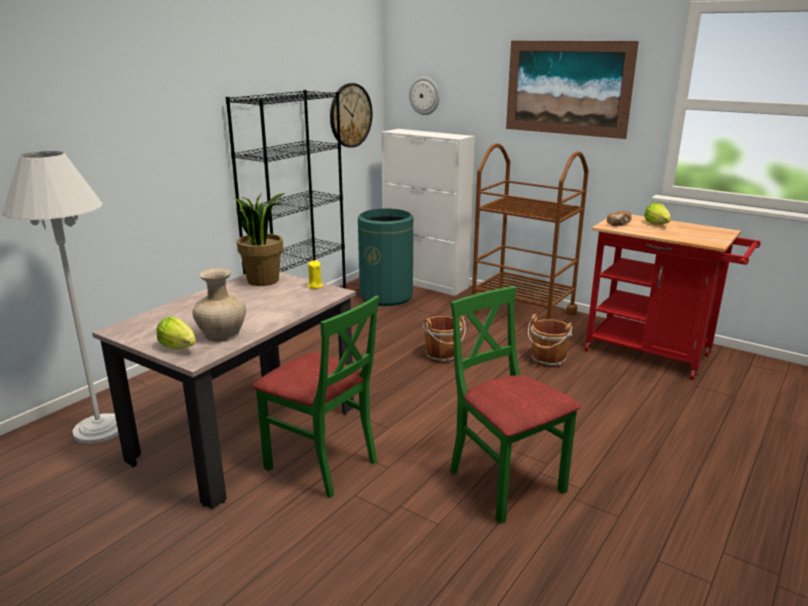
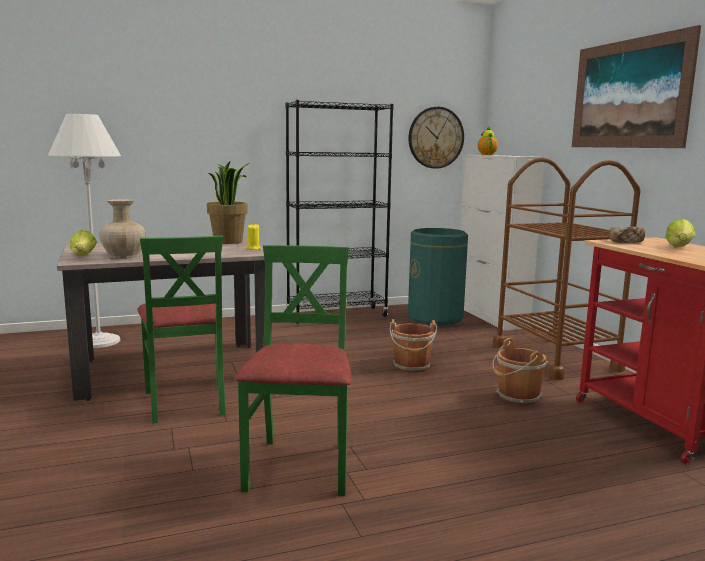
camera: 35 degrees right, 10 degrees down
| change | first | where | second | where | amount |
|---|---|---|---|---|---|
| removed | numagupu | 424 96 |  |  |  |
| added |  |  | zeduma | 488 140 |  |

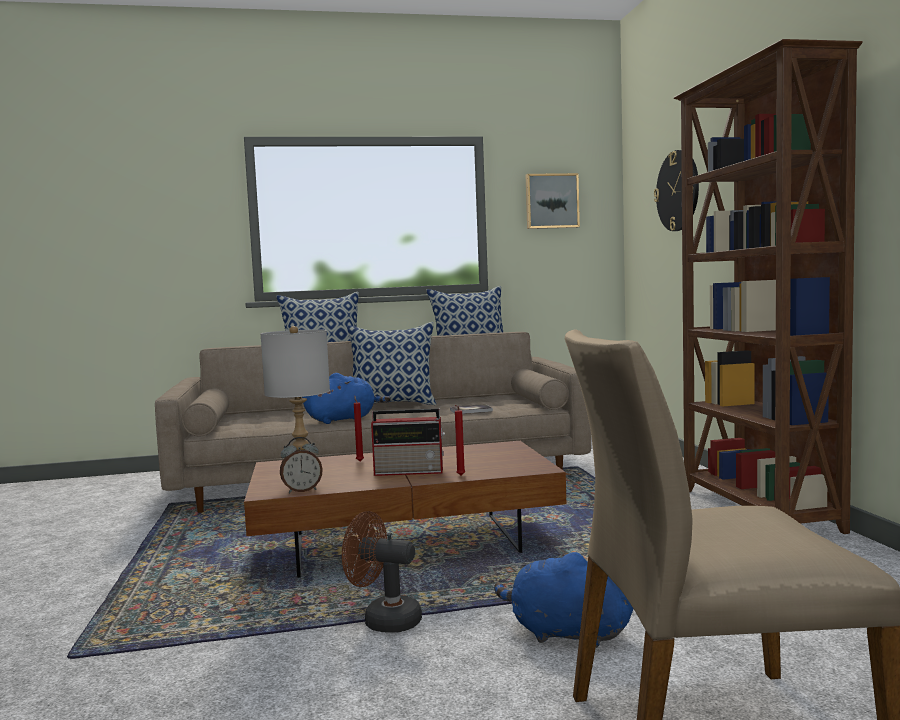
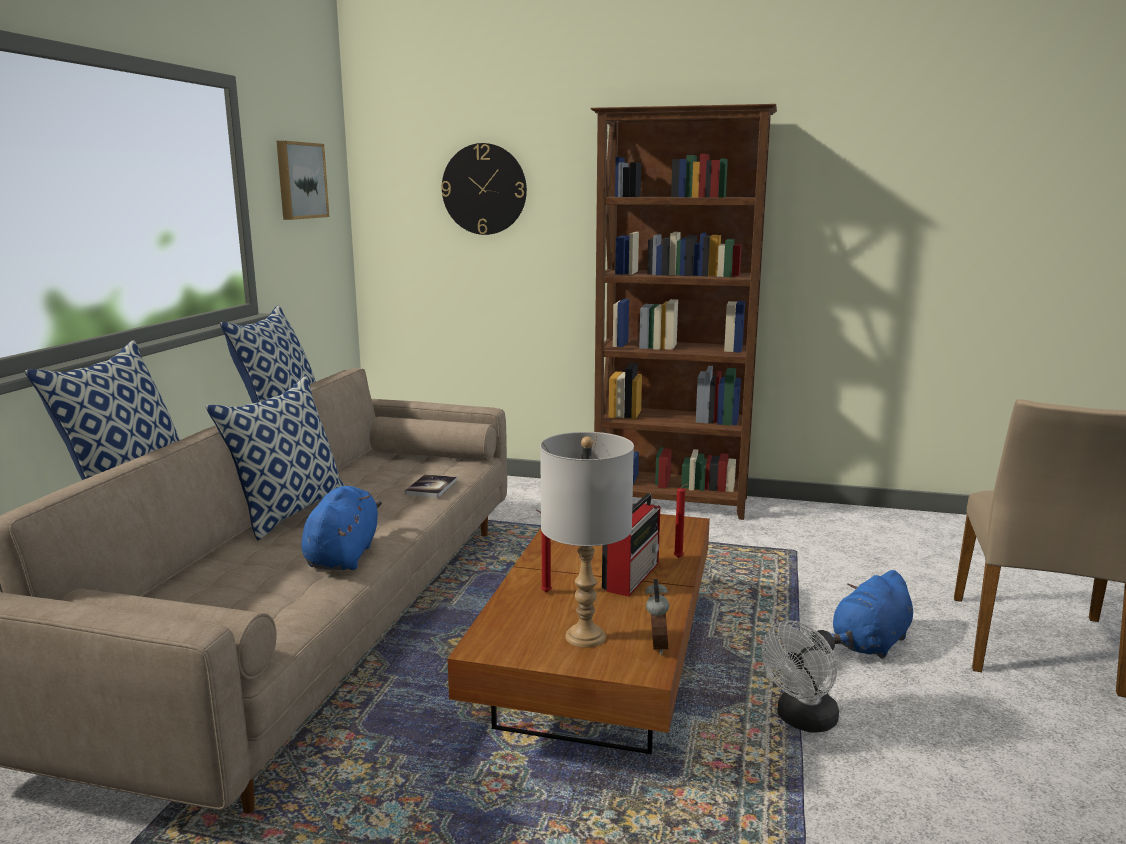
camera: 65 degrees left, 10 degrees up
| change | first | where | second | where | amount |
|---|---|---|---|---|---|
| recoloured | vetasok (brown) | 382 572 | vetasok (white) | 800 677 |  |

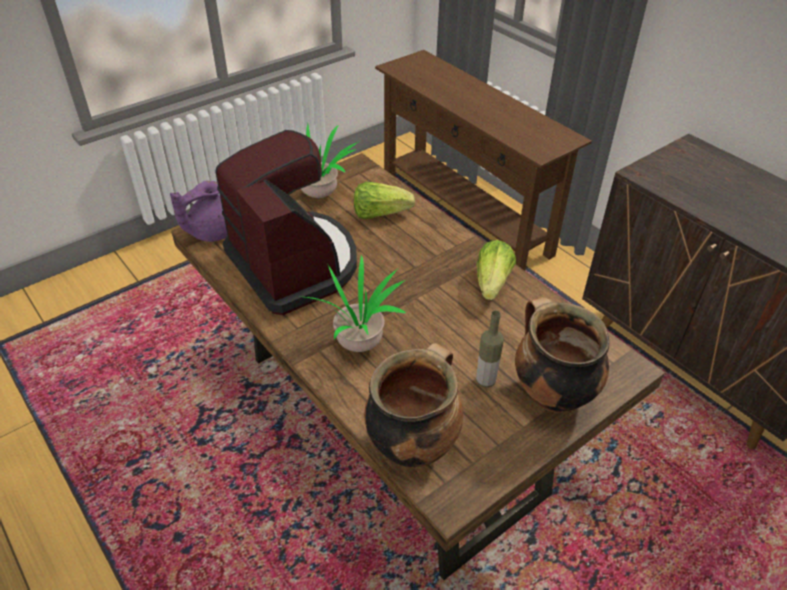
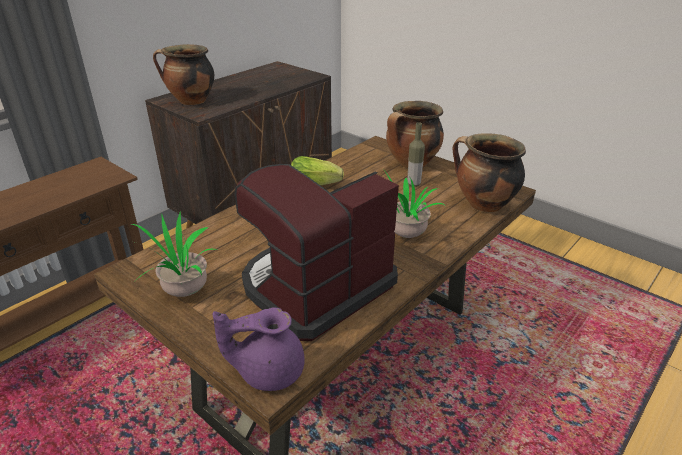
camera: 100 degrees left, 10 degrees down
| change | first | where | second | where | amount |
|---|---|---|---|---|---|
| turned | zeduma (purple) | 198 211 |  | 259 349 | 135 degrees clockwise |
| removed | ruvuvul | 384 200 |  |  |  |
| added |  |  | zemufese | 183 74 |  |

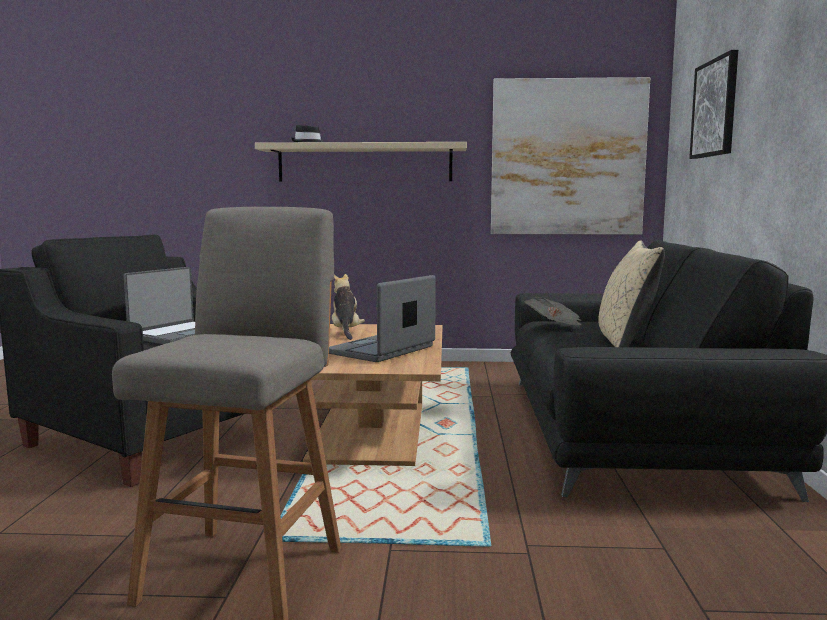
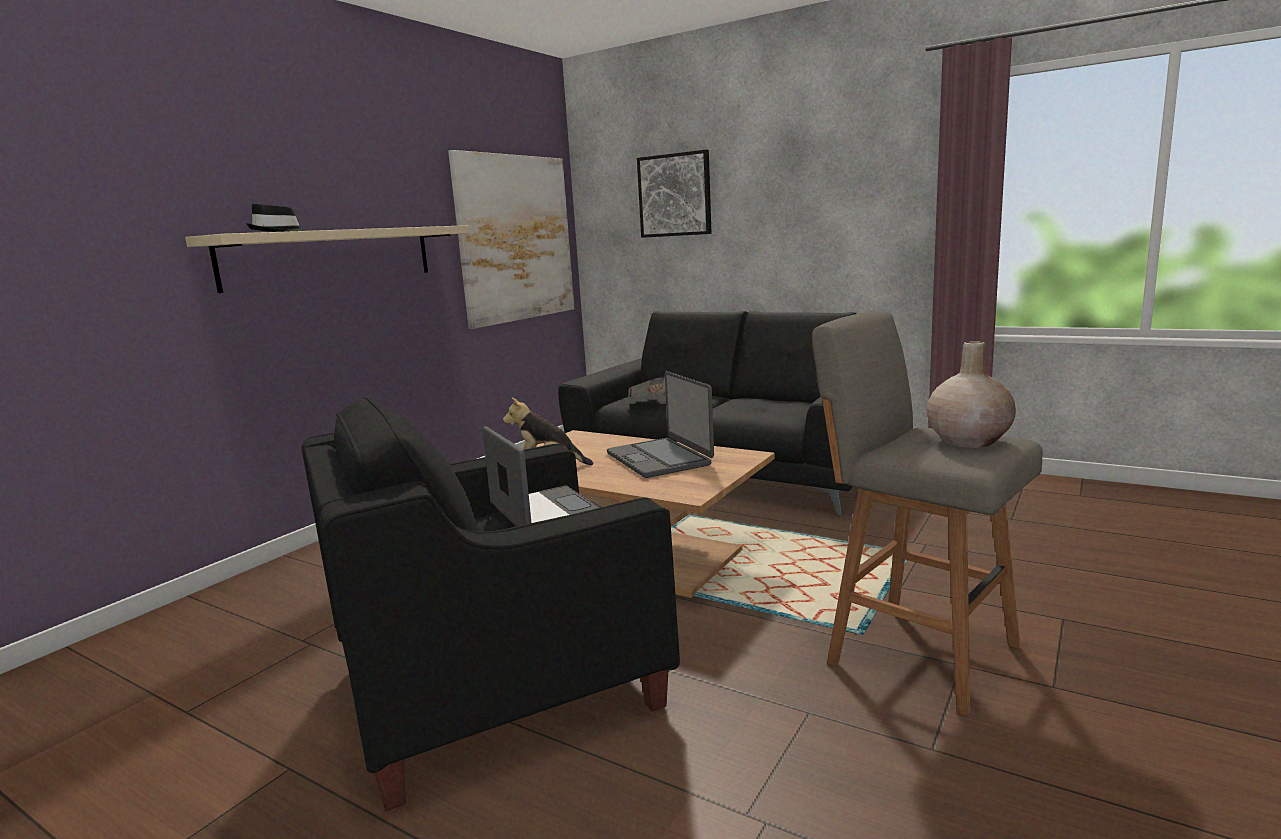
camera: 60 degrees left, 5 degrees up
| change | first | where | second | where | amount |
|---|---|---|---|---|---|
| removed | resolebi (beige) | 631 293 |  |  |  |
| added |  |  | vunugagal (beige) | 971 394 |  |

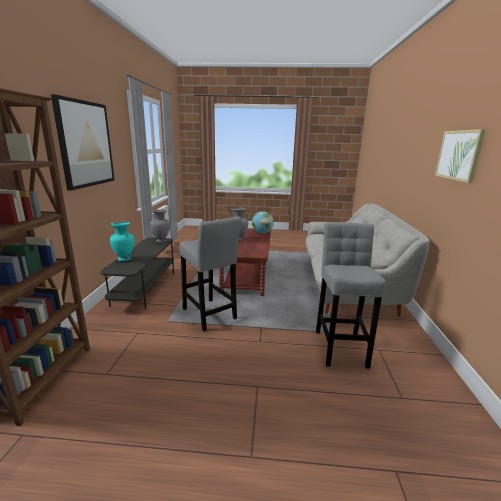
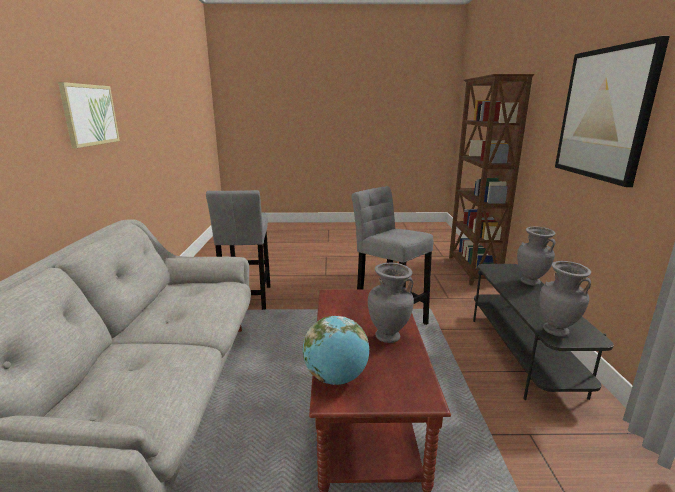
camera: 175 degrees right, 0 degrees up
| change | first | where | second | where | amount |
|---|---|---|---|---|---|
| recoloured | vunugagal (turquoise) | 122 241 | vunugagal (grey) | 536 256 |  |

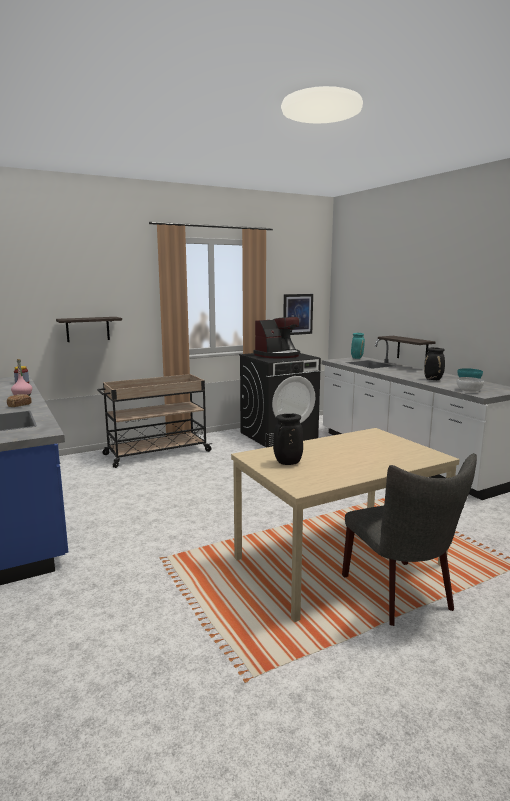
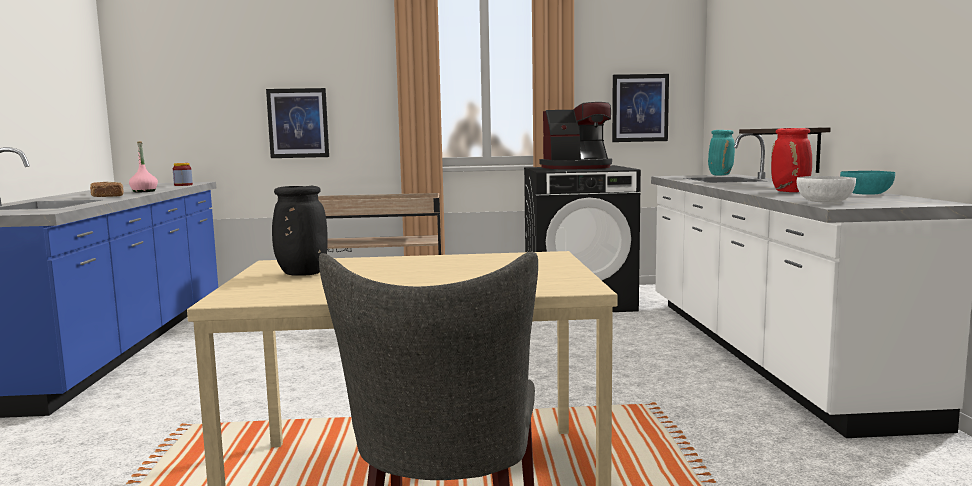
camera: 25 degrees right, 5 degrees down
| change | first | where | second | where | amount |
|---|---|---|---|---|---|
| replaced | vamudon | 89 329 | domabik | 297 123 |  |
| recoloured | vunugagal (black) | 434 363 | vunugagal (red) | 791 160 |  |

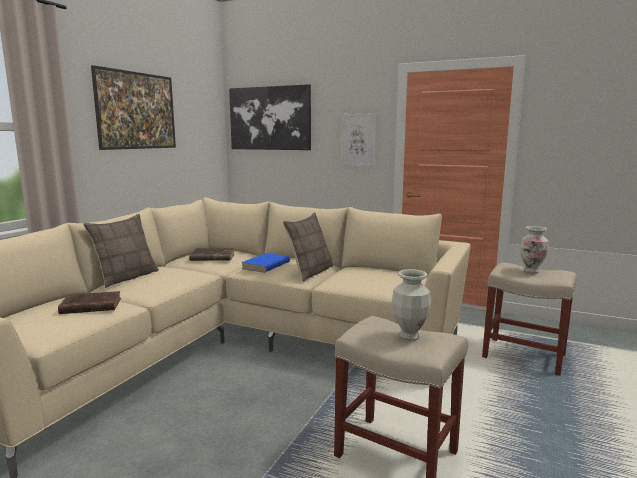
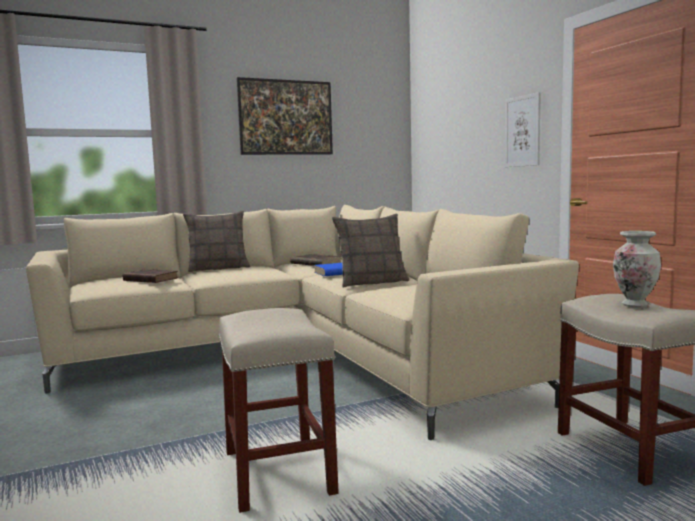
camera: 40 degrees right, 5 degrees down
| change | first | where | second | where | amount |
|---|---|---|---|---|---|
| removed | domabik | 270 117 |  |  |  |
| removed | vunugagal | 411 304 |  |  |  |

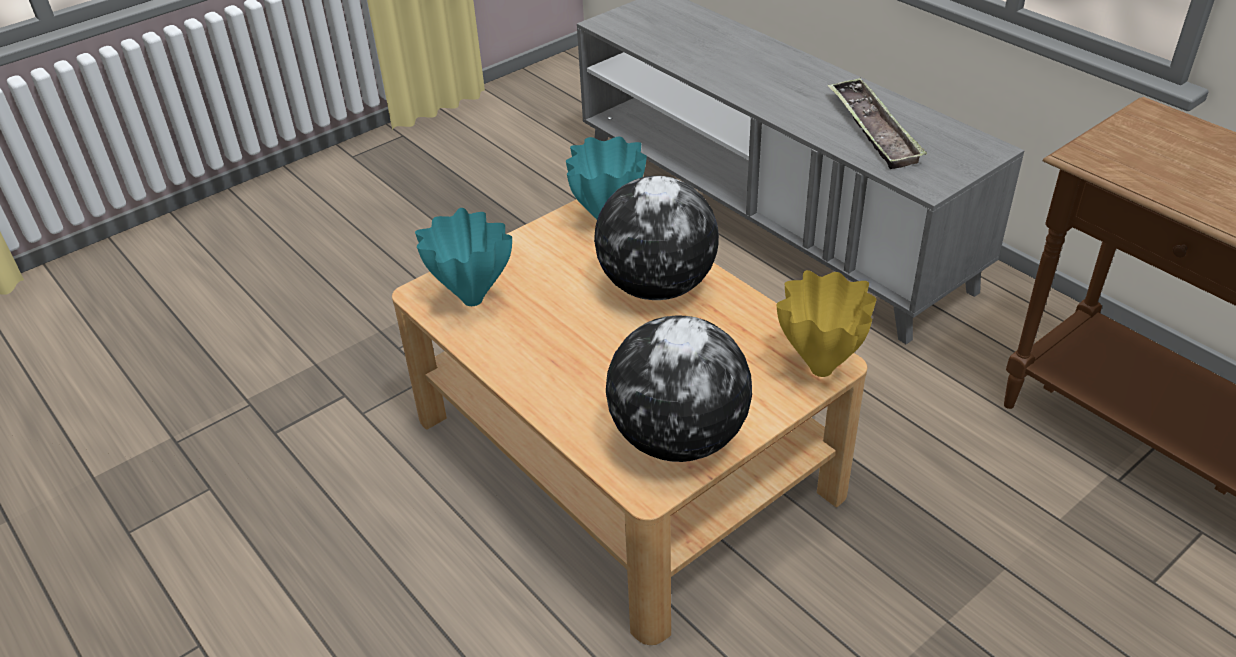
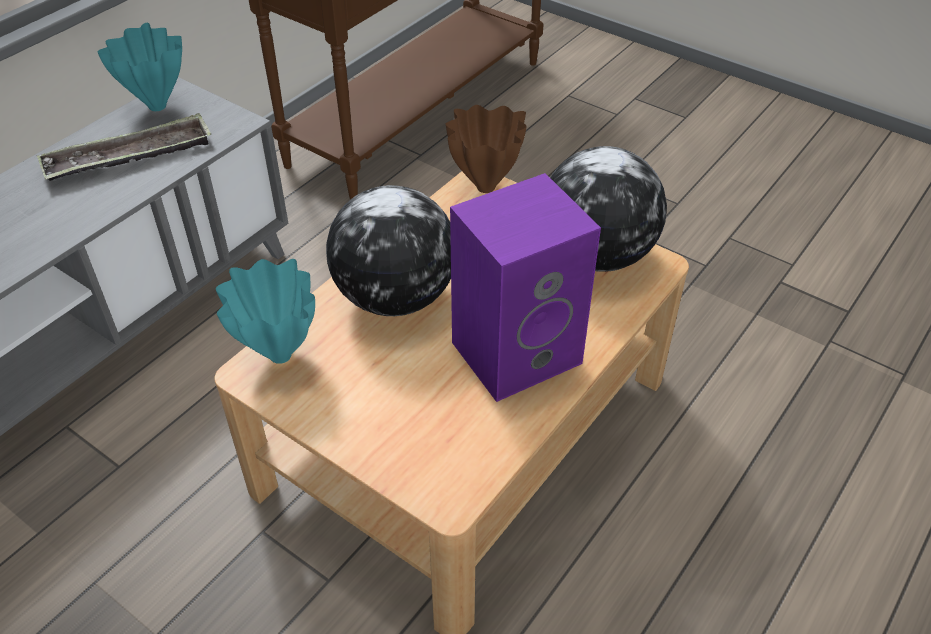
camera: 105 degrees left, 5 degrees up
| change | first | where | second | where | amount |
|---|---|---|---|---|---|
| moved | vunugagal (turquoise) | 463 257 |  | 139 67 |  |
| recoloured | vunugagal (yellow) | 826 323 | vunugagal (brown) | 486 149 |  |
| added |  |  | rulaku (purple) | 525 287 |  |

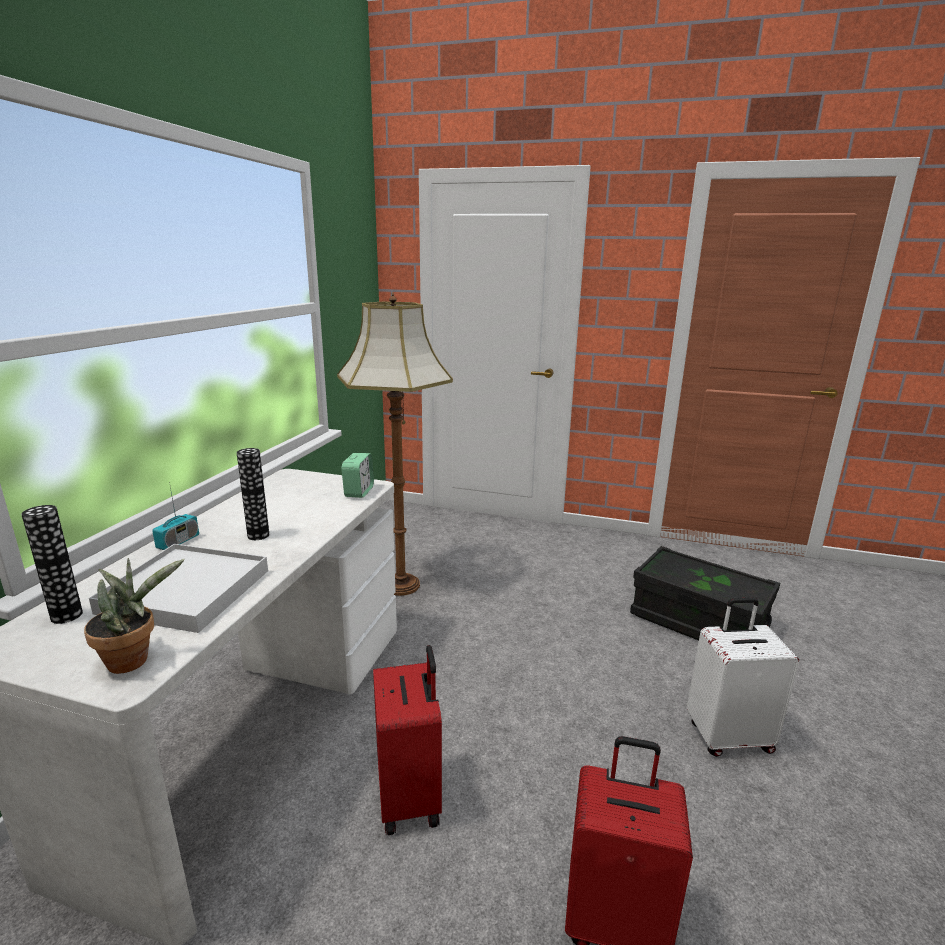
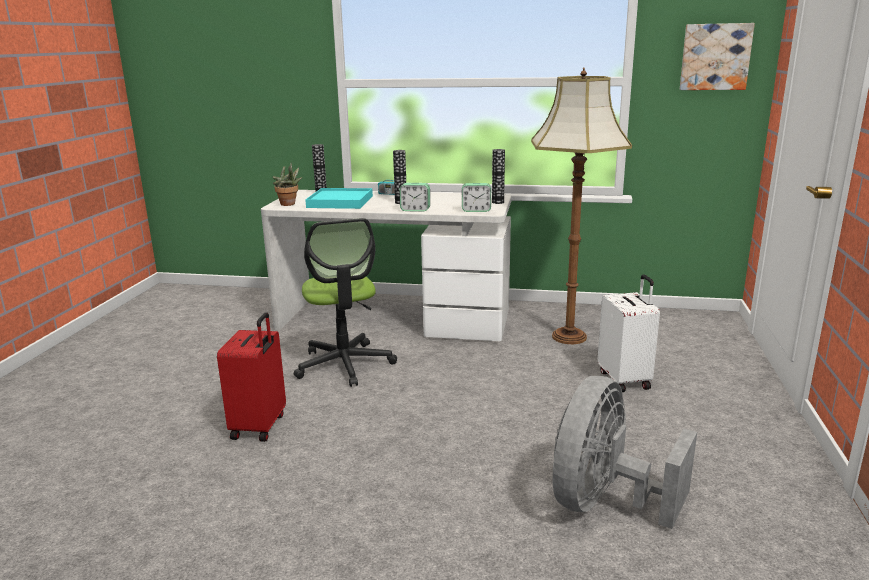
camera: 85 degrees right, 0 degrees up
| change | first | where | second | where | amount |
|---|---|---|---|---|---|
| recoloured | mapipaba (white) | 178 588 | mapipaba (turquoise) | 339 198 |  |
| replaced | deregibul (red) | 407 740 | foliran | 345 302 |  |
| replaced | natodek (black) | 705 593 | vetasok (grey) | 625 452 |  |
| moved | deregibul (white) | 743 677 |  | 629 333 |  |
| added |  |  | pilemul | 414 197 |  |
| added |  |  | vunugagal | 498 176 |  |
| added |  |  | domabik | 717 56 |  |

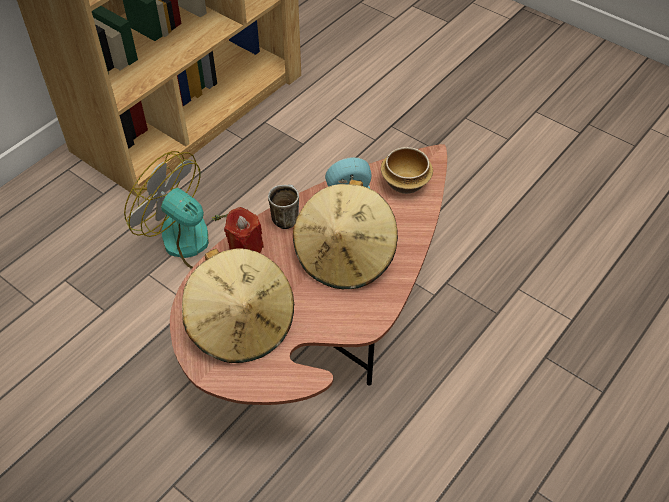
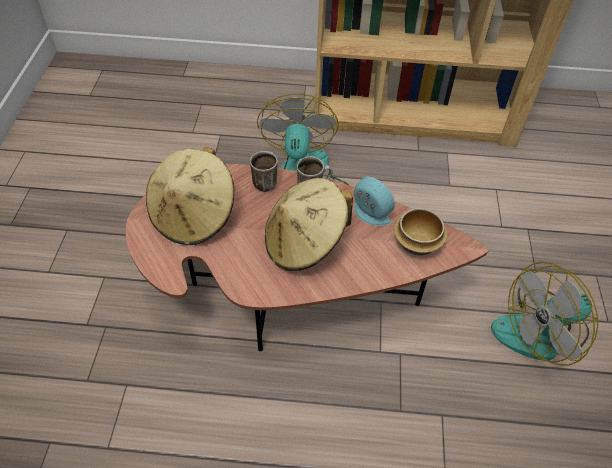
camera: 55 degrees right, 0 degrees up
| change | first | where | second | where | amount |
|---|---|---|---|---|---|
| replaced | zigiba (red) | 244 230 | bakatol | 264 171 |  |
| added |  |  | vetasok | 544 314 |  |

